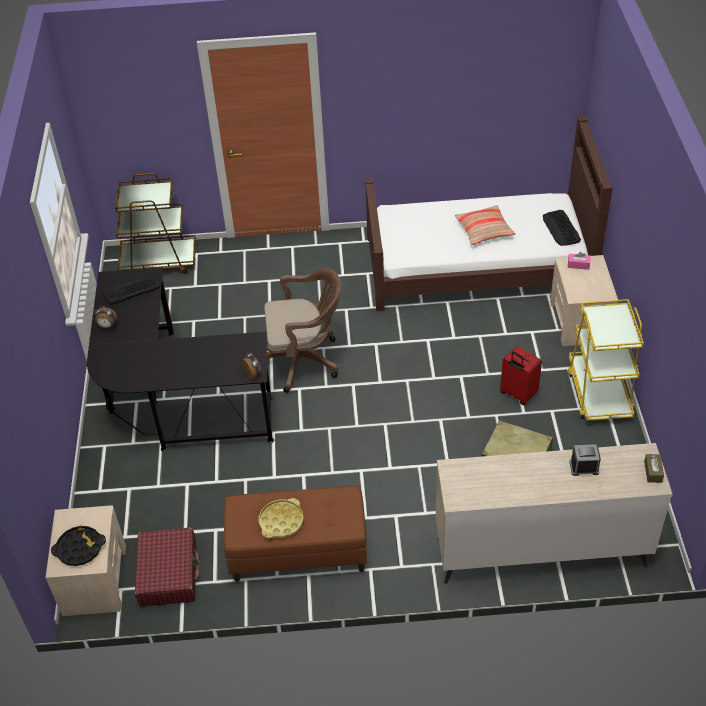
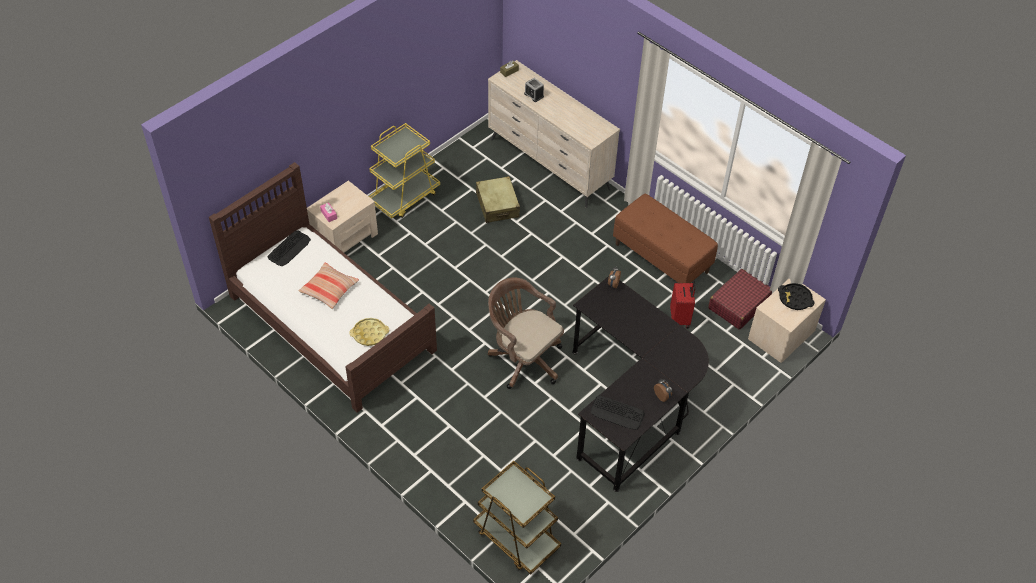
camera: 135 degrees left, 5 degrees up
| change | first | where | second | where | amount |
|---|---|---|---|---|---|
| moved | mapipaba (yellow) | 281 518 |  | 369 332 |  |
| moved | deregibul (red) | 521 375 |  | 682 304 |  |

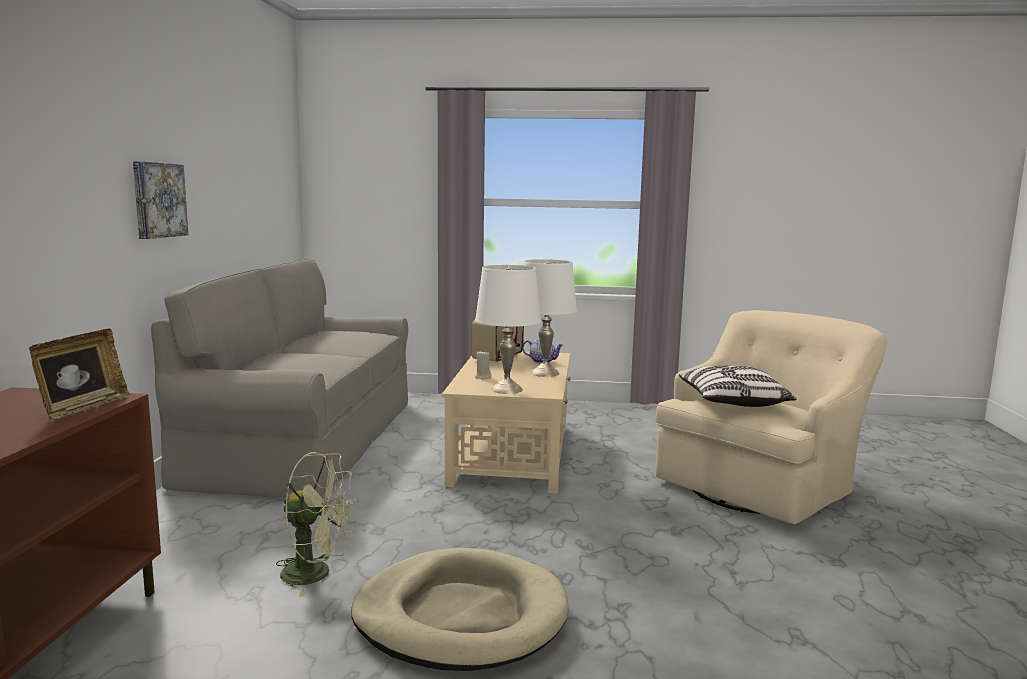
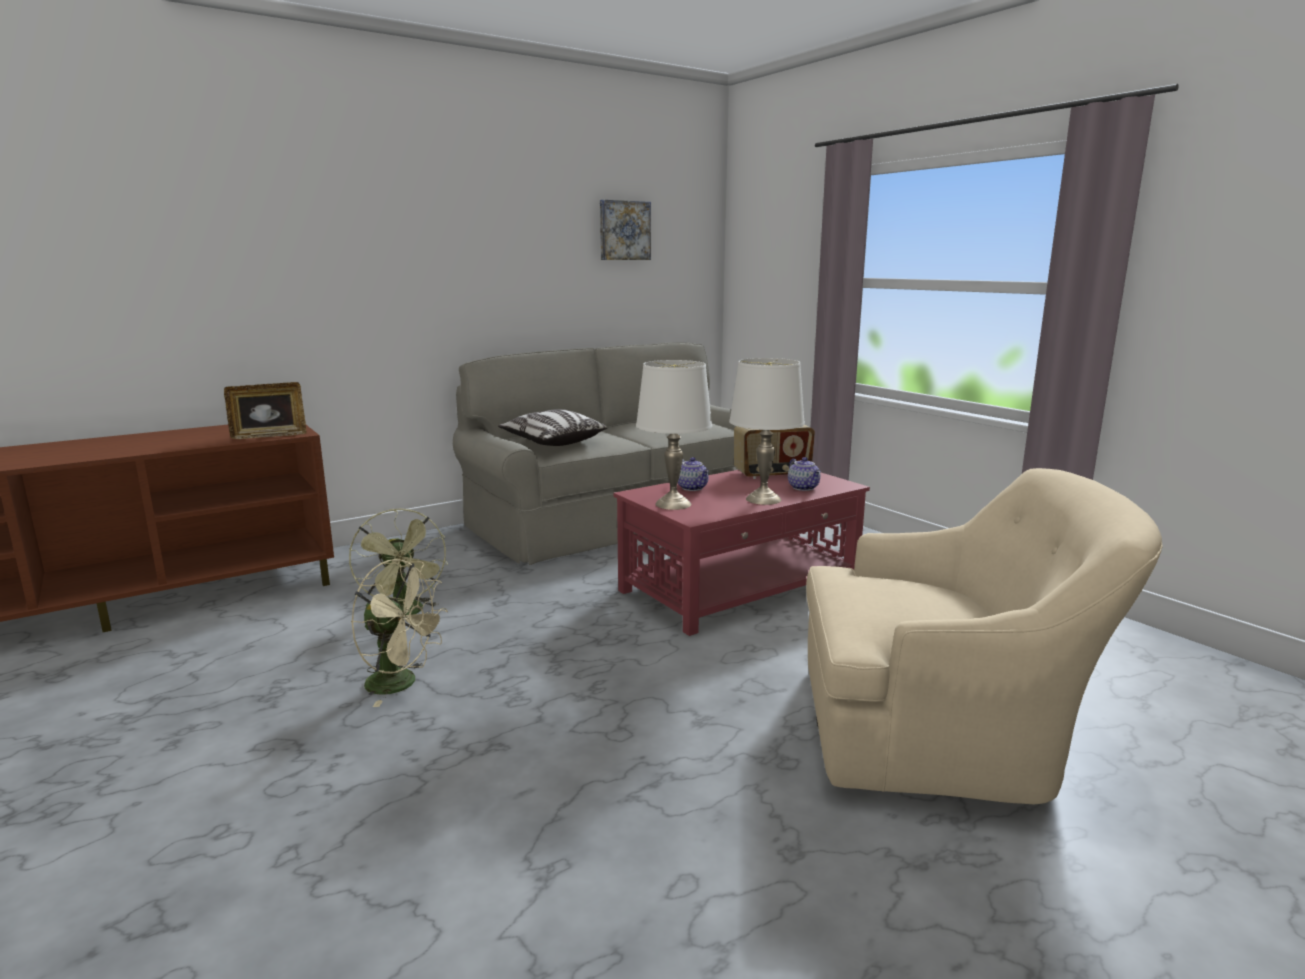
camera: 50 degrees right, 5 degrees up
| change | first | where | second | where | amount |
|---|---|---|---|---|---|
| moved | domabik | 160 200 |  | 625 230 |  |
| replaced | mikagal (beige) | 459 609 | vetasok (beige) | 399 633 |  |
| recoloured | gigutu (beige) | 506 422 | gigutu (red) | 741 553 |  |
| replaced | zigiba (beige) | 483 365 | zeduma | 693 474 |  |
| moved | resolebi | 737 386 |  | 553 427 |  |

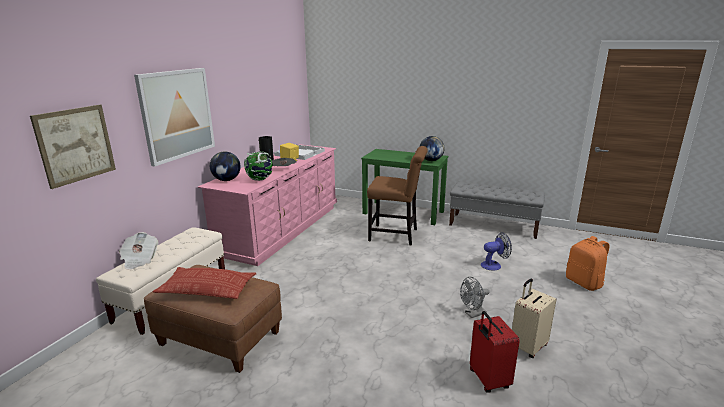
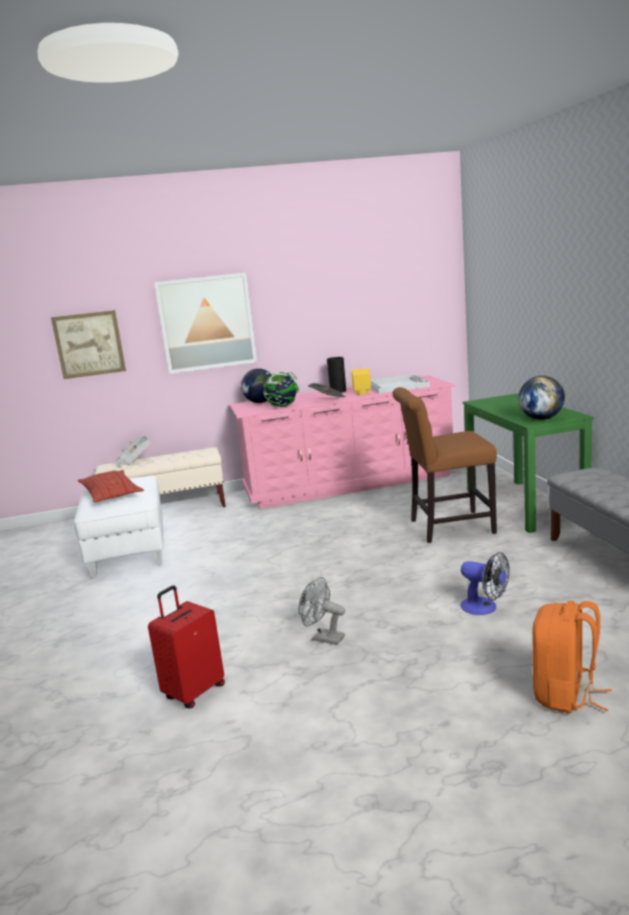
camera: 55 degrees right, 5 degrees down
| change | first | where | second | where | amount |
|---|---|---|---|---|---|
| recoloured | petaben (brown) | 213 319 | petaben (white) | 118 527 |  |
| turned | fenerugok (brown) | 397 195 |  | 444 465 | 105 degrees clockwise |
| removed | deregibul (beige) | 534 318 |  |  |  |

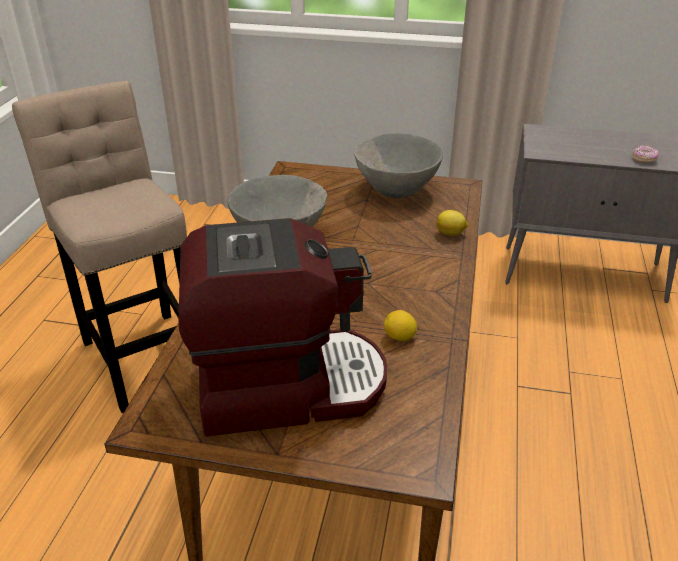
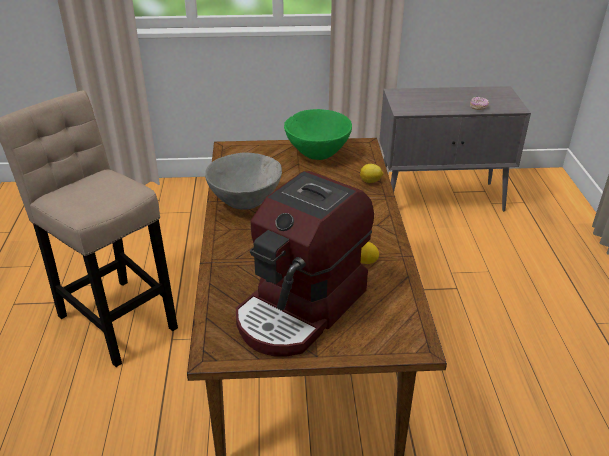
camera: 15 degrees left, 0 degrees up
| change | first | where | second | where | amount |
|---|---|---|---|---|---|
| turned | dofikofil | 283 327 |  | 305 263 | 150 degrees clockwise |
| recoloured | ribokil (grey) | 398 165 | ribokil (green) | 318 134 |  |

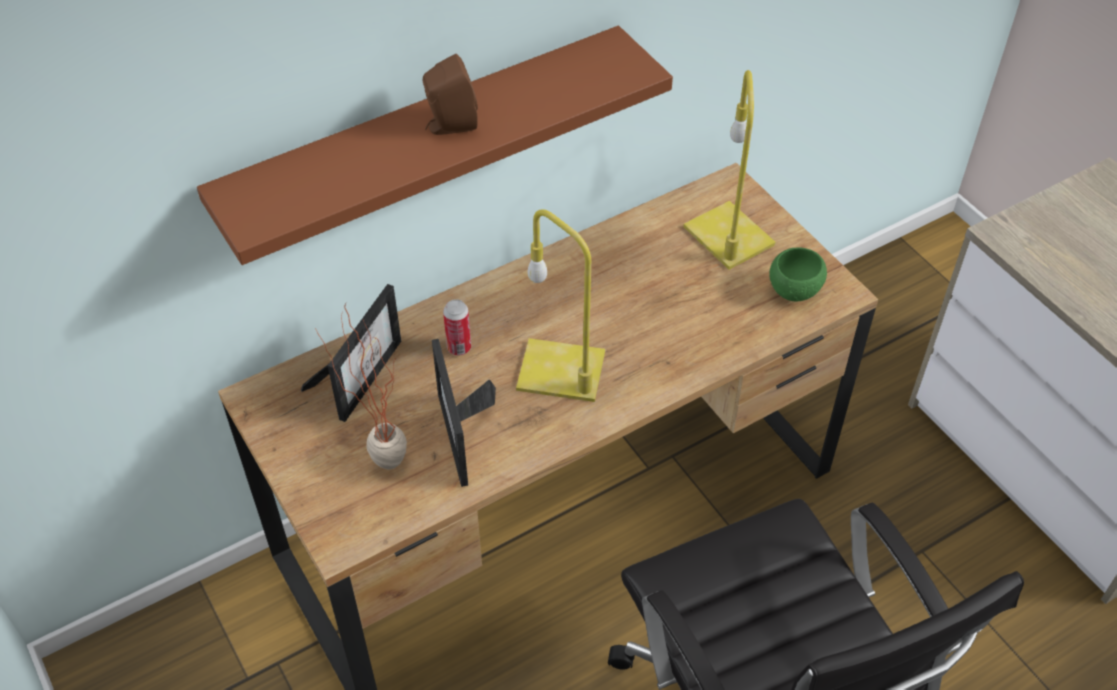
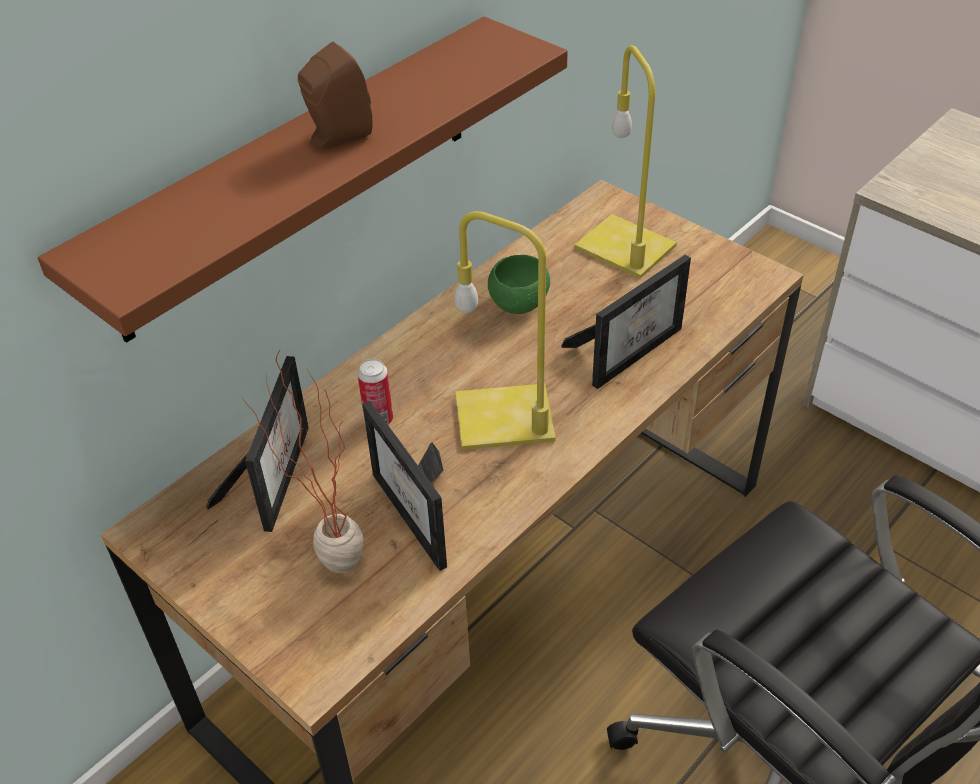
camera: 15 degrees left, 5 degrees down
| change | first | where | second | where | amount |
|---|---|---|---|---|---|
| moved | ribokil (green) | 798 274 |  | 519 284 |  |
| added |  |  | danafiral | 626 322 |  |

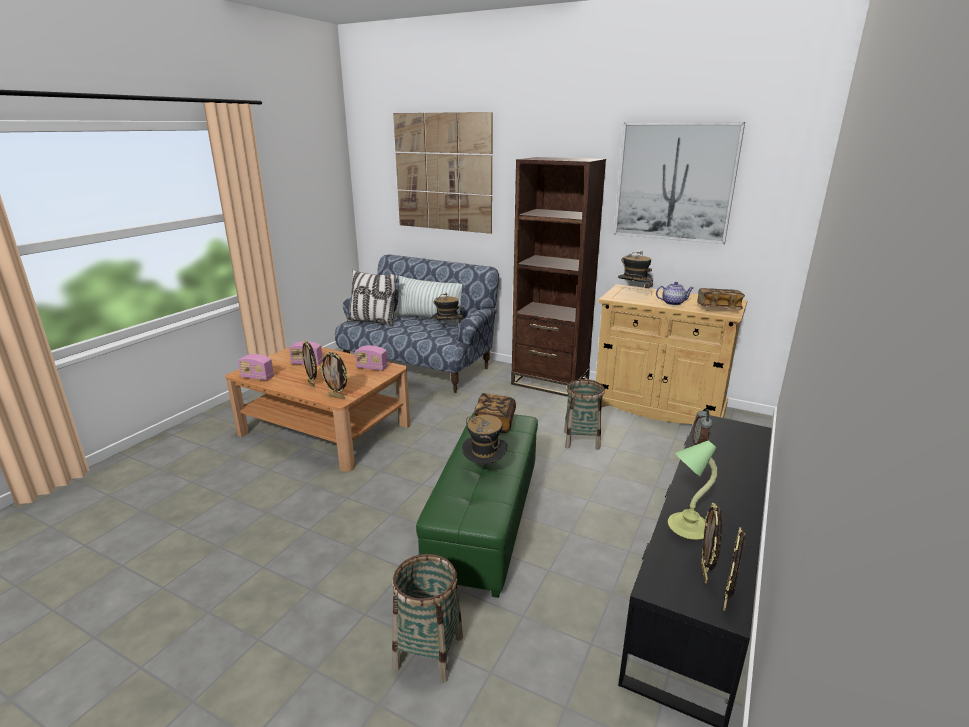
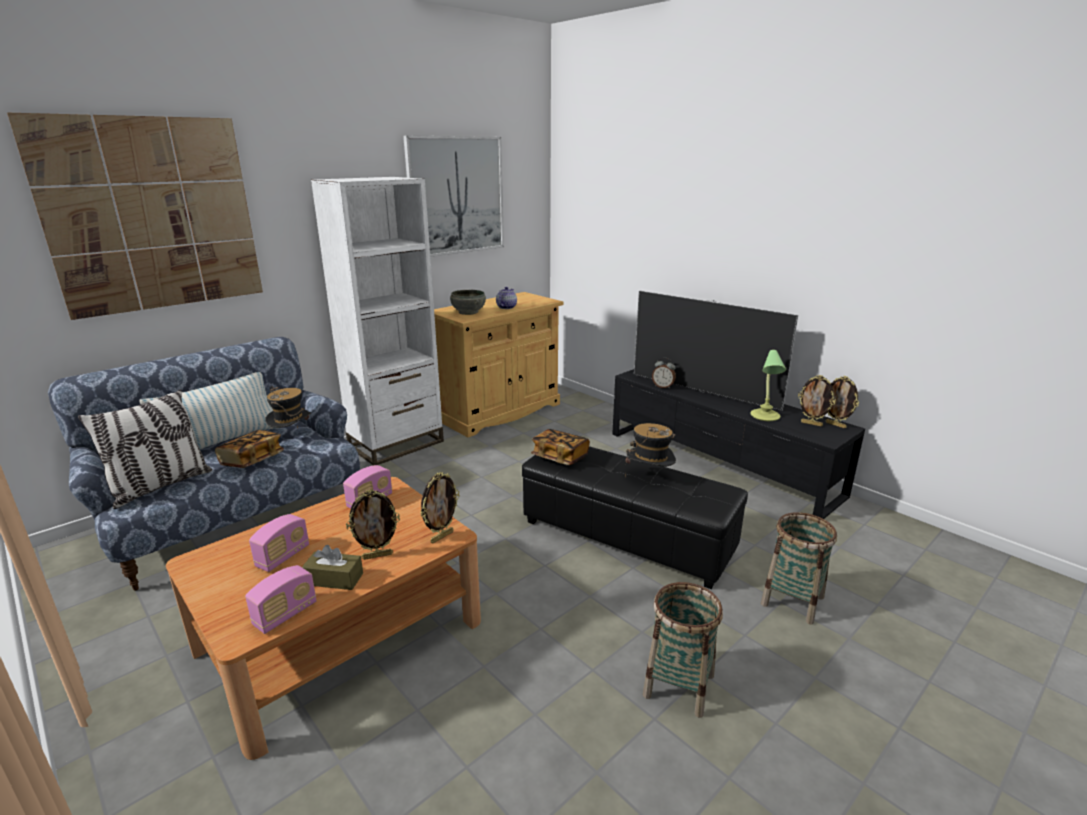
camera: 70 degrees left, 0 degrees up
| change | first | where | second | where | amount |
|---|---|---|---|---|---|
| recoloured | petaben (green) | 477 505 | petaben (black) | 635 517 |  |
| recoloured | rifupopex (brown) | 558 277 | rifupopex (white) | 377 321 |  |
| moved | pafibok | 584 414 |  | 683 650 |  |
| replaced | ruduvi | 635 273 | ribokil (grey) | 468 302 |  |
| moved | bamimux | 721 298 |  | 249 449 |  |
| added |  |  | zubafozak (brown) | 332 567 |  |
| added |  |  | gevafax | 716 351 |  |

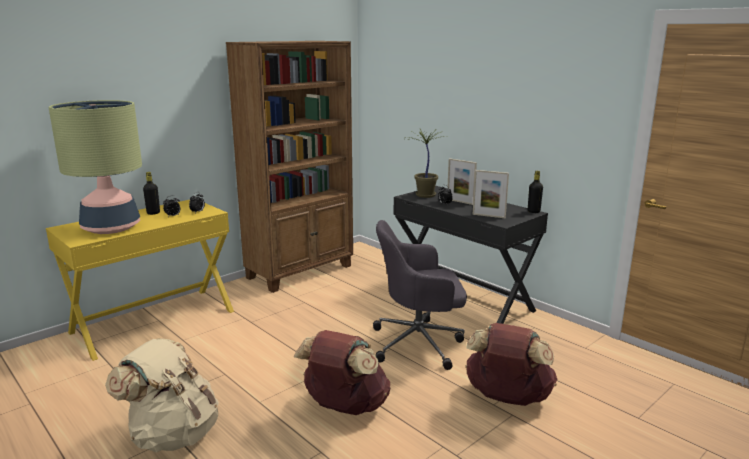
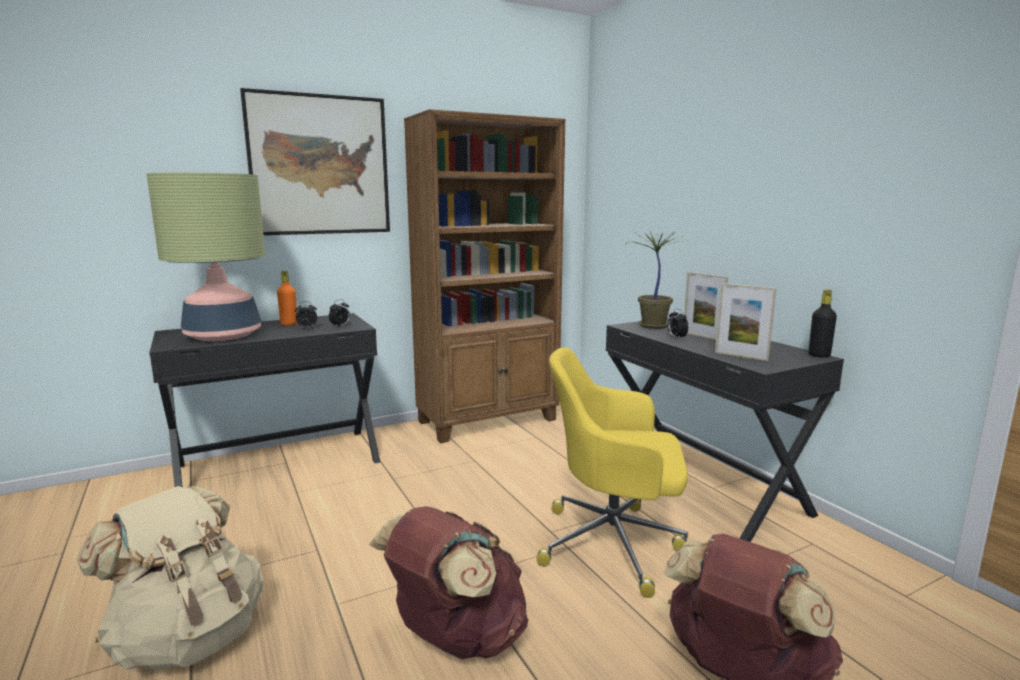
camera: 15 degrees right, 5 degrees down
| change | first | where | second | where | amount |
|---|---|---|---|---|---|
| recoloured | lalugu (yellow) | 140 280 | lalugu (black) | 264 400 |  |
| recoloured | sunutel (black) | 151 193 | sunutel (orange) | 287 298 |  |
| recoloured | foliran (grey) | 420 295 | foliran (yellow) | 612 472 |  |
| added |  |  | domabik | 315 161 |  |

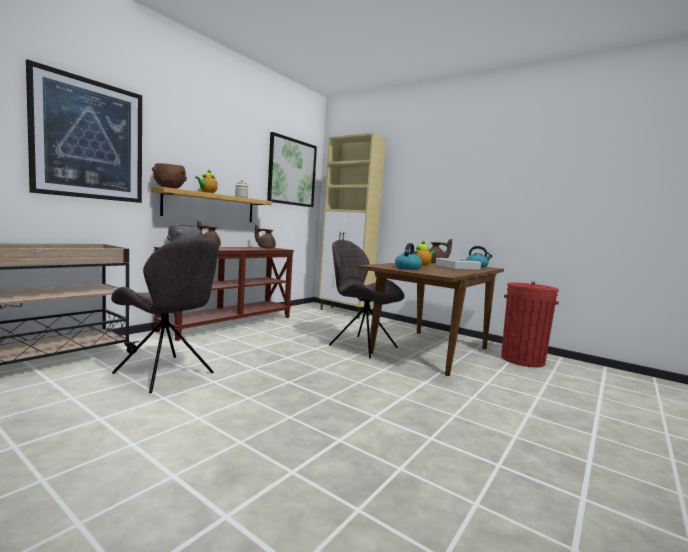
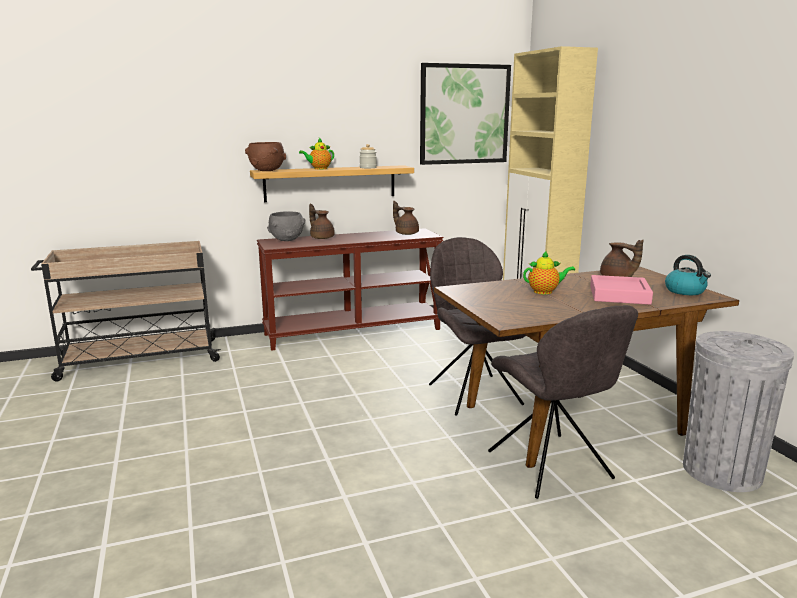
camera: 35 degrees right, 10 degrees up
| change | first | where | second | where | amount |
|---|---|---|---|---|---|
| removed | domabik | 84 131 |  |  |  |
| moved | fenerugok (grey) | 165 314 |  | 563 402 |  |
| removed | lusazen | 408 256 |  |  |  |
| recoloured | mapipaba (grey) | 458 264 | mapipaba (pink) | 621 290 |  |
| recoloured | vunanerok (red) | 530 324 | vunanerok (grey) | 738 411 |  |

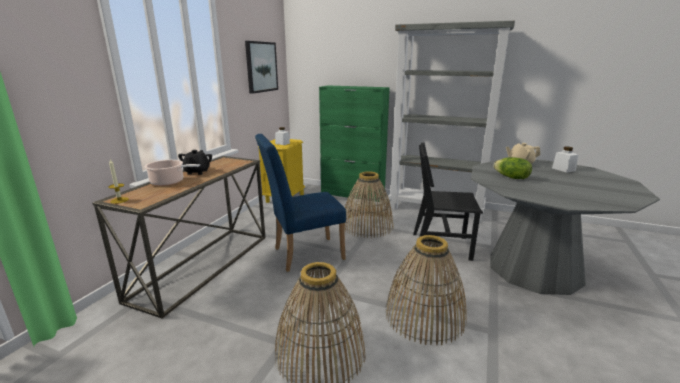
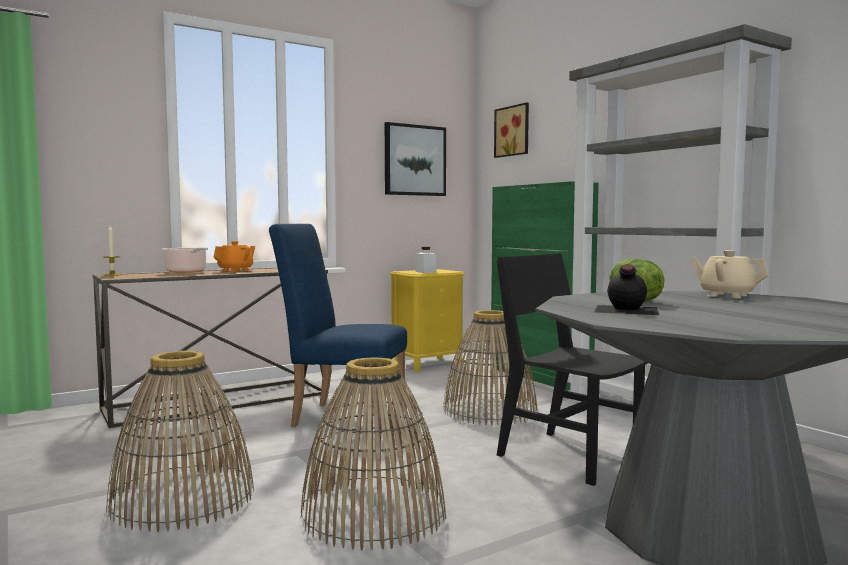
camera: 35 degrees right, 15 degrees down
| change | first | where | second | where | amount |
|---|---|---|---|---|---|
| recoloured | zeduma (black) | 195 162 | zeduma (orange) | 234 256 |  |
| removed | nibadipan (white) | 565 160 |  |  |  |
| added |  |  | domabik | 511 130 |  |
| added |  |  | sunutel (black) | 626 289 |  |

